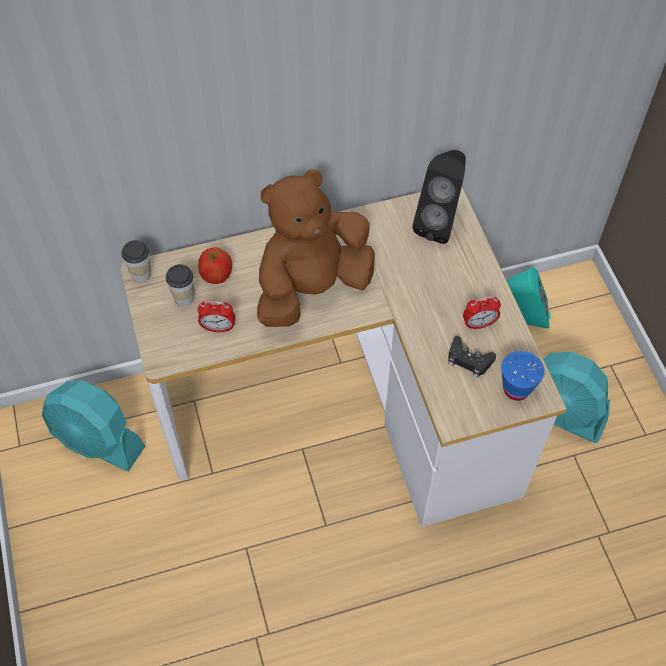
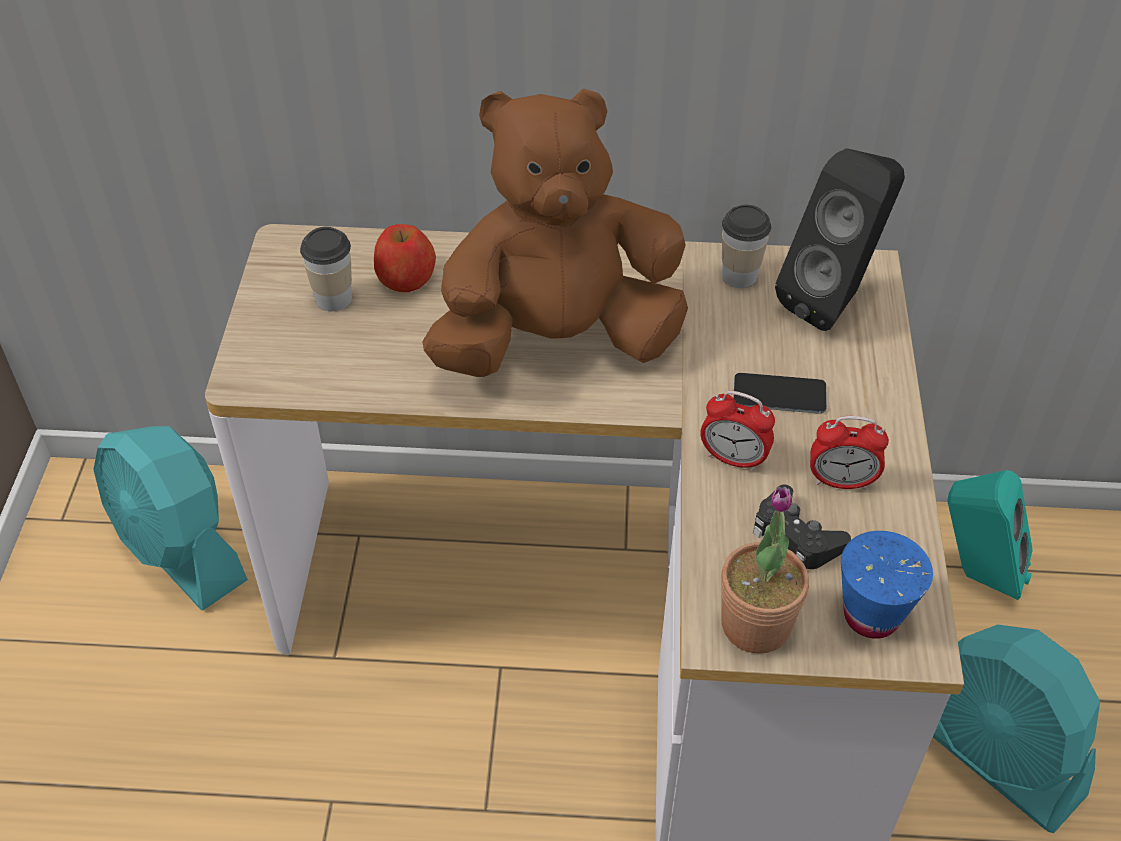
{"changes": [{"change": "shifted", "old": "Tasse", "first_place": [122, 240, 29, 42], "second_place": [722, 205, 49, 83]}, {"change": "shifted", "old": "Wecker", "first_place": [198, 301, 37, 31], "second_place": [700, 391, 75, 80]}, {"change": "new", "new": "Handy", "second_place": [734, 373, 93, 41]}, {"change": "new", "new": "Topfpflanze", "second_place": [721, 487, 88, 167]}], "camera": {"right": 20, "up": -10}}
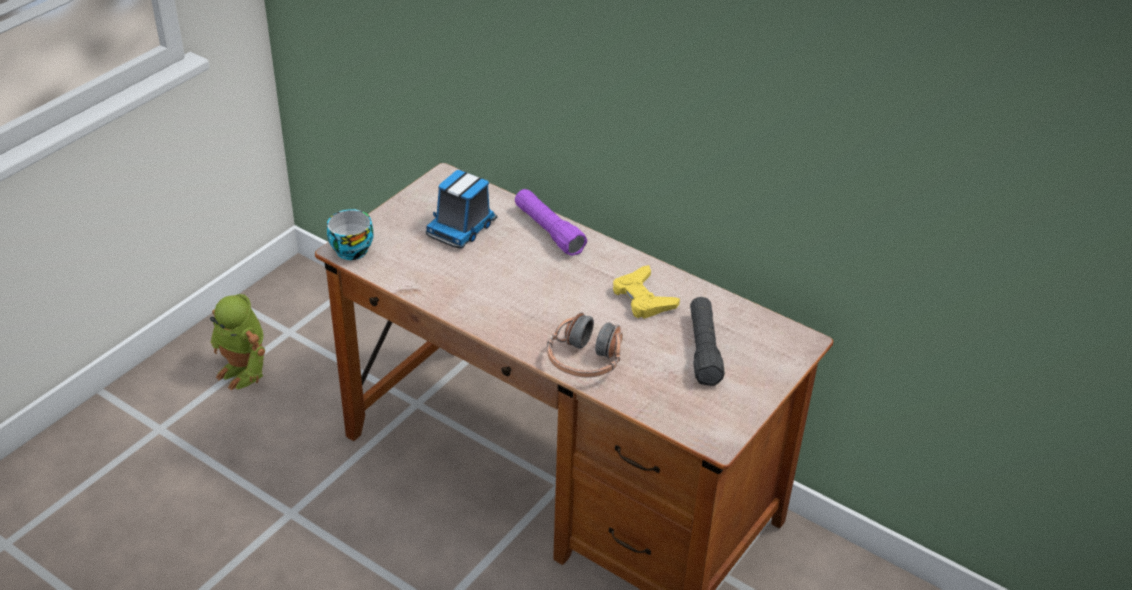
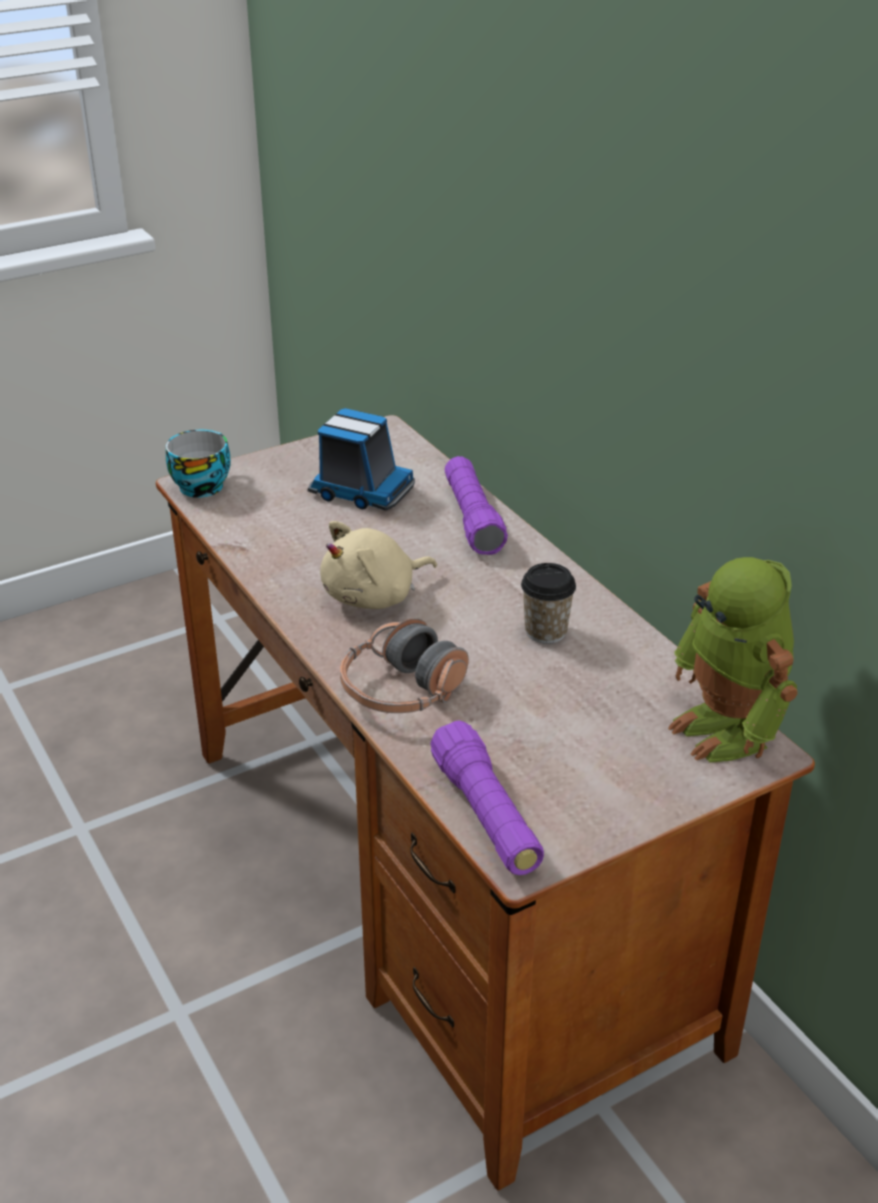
{"changes": [{"change": "rotated", "old": "Spielzeuglaster", "first_place": [426, 170, 71, 79], "second_place": [308, 408, 107, 102], "degrees": -120}, {"change": "swapped", "old": "Gamepad/gelb", "new": "Tasse", "first_place": [613, 265, 67, 54], "second_place": [521, 563, 55, 81]}, {"change": "shifted", "old": "Spielzeugroboter", "first_place": [210, 294, 55, 96], "second_place": [668, 557, 129, 205]}, {"change": "gone", "old": "Taschenlampe/schwarz", "first_place": [690, 297, 35, 89]}, {"change": "new", "new": "Plüschtier/beige", "second_place": [320, 521, 117, 88]}, {"change": "new", "new": "Taschenlampe/lila", "second_place": [430, 720, 114, 155]}], "camera": {"right": 25, "up": -5}}
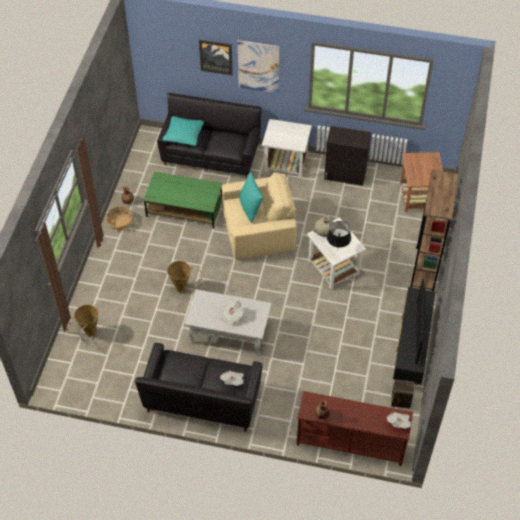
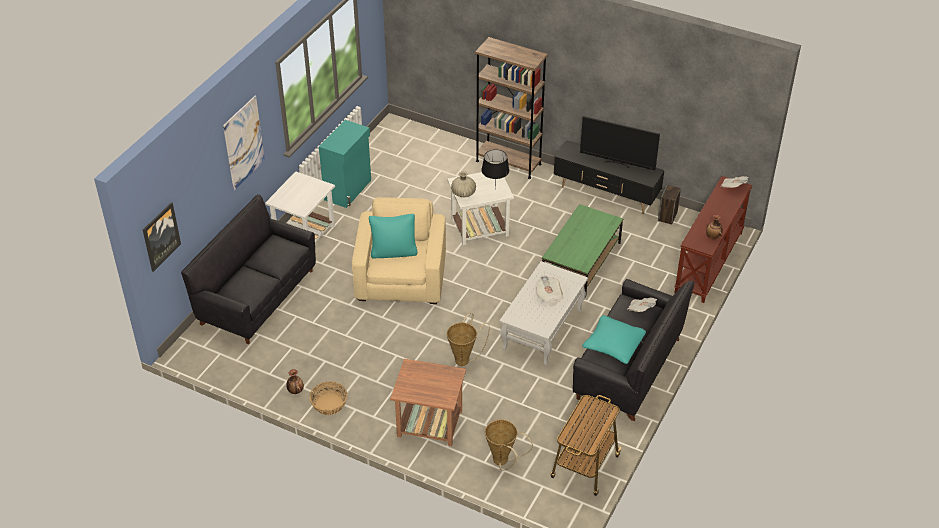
{"changes": [{"change": "shifted", "old": "Bild", "first_place": [199, 40, 34, 35], "second_place": [143, 202, 38, 70]}, {"change": "shifted", "old": "Kissen/türkis", "first_place": [163, 116, 41, 30], "second_place": [582, 315, 64, 49]}, {"change": "repainted", "old": "Schrank/schwarz", "new": "Schrank/türkis", "first_place": [324, 126, 47, 60], "second_place": [319, 120, 52, 88]}, {"change": "shifted", "old": "Beistelltisch/braun", "first_place": [400, 152, 43, 60], "second_place": [390, 359, 76, 87]}, {"change": "shifted", "old": "Couchtisch/grün", "first_place": [143, 172, 80, 57], "second_place": [542, 204, 81, 93]}, {"change": "new", "new": "Rollwagen", "second_place": [550, 395, 71, 101]}], "camera": {"right": -75, "up": -10}}
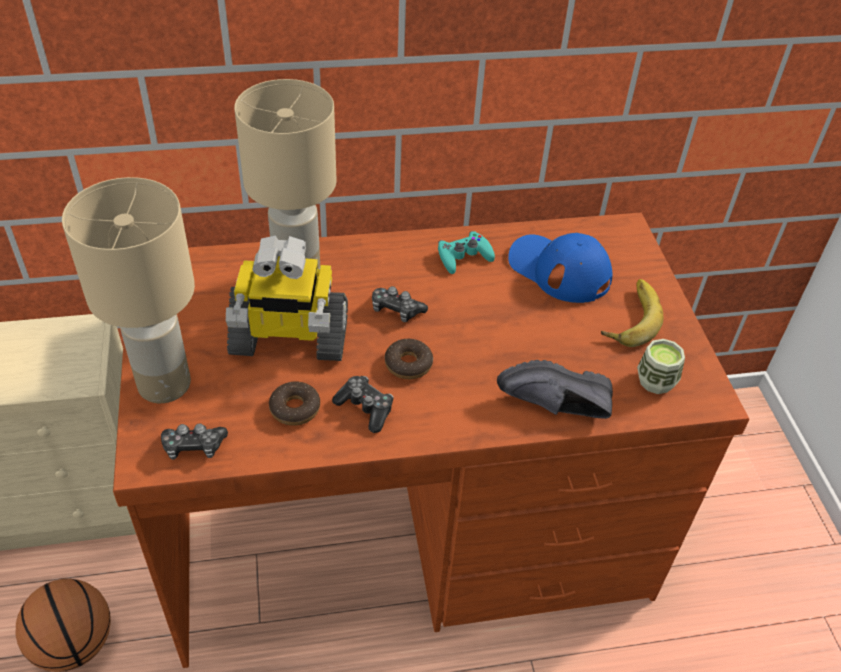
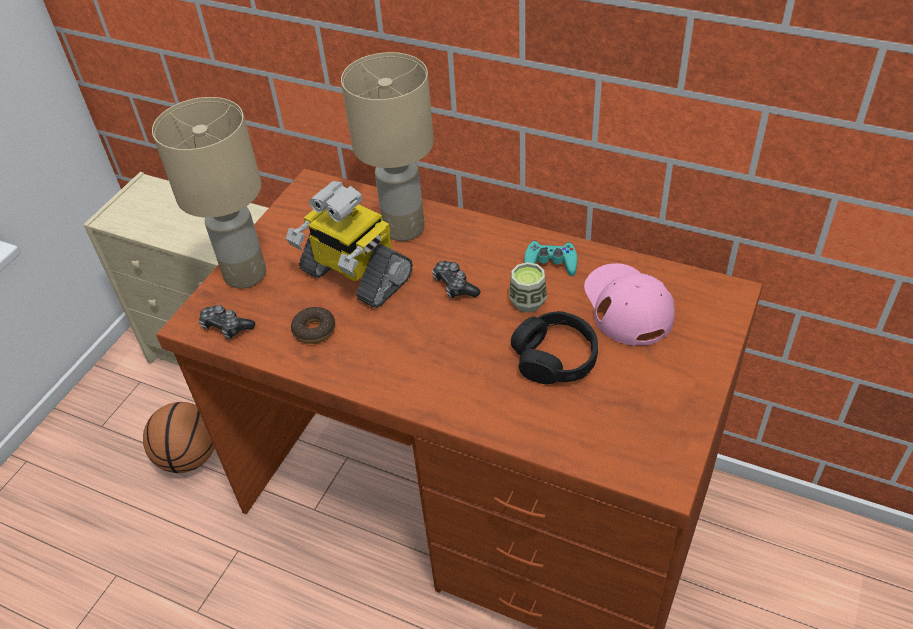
{"changes": [{"change": "repainted", "old": "Kappe/blau", "new": "Kappe/rosa", "first_place": [508, 233, 104, 70], "second_place": [584, 263, 91, 83]}, {"change": "gone", "old": "Banane", "first_place": [601, 279, 62, 68]}, {"change": "gone", "old": "Donut", "first_place": [385, 339, 48, 40]}, {"change": "shifted", "old": "Tasse", "first_place": [637, 339, 48, 55], "second_place": [509, 262, 38, 51]}, {"change": "gone", "old": "Schuh/schwarz", "first_place": [497, 360, 116, 59]}, {"change": "gone", "old": "Gamepad", "first_place": [332, 376, 62, 57]}, {"change": "new", "new": "Kopfhörer/schwarz", "second_place": [511, 311, 87, 73]}], "camera": {"right": 40, "up": 0}}
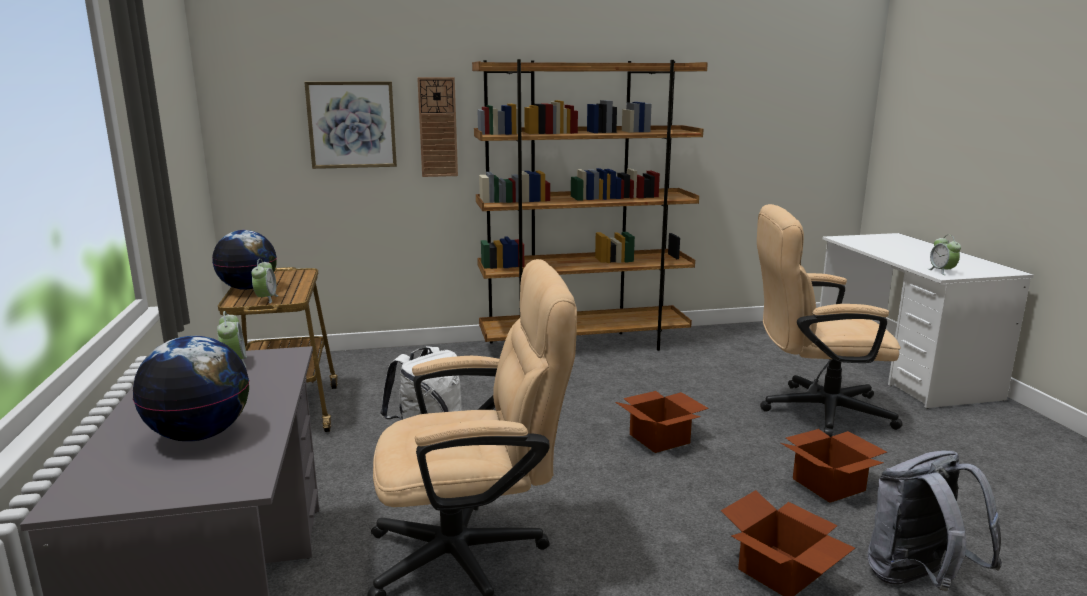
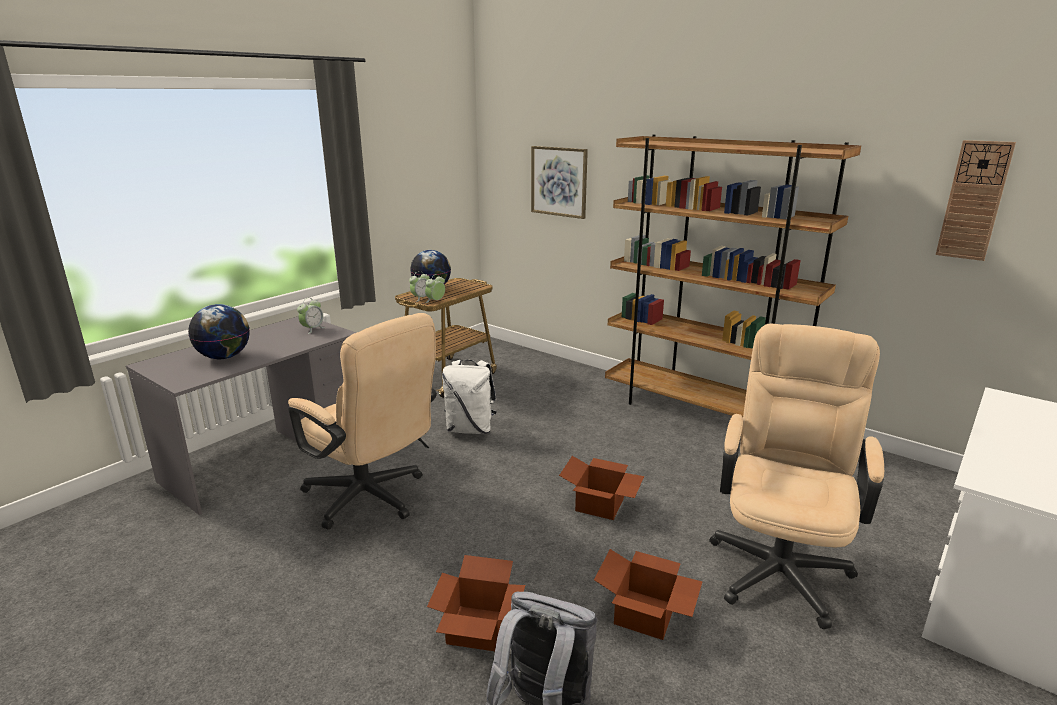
{"changes": [{"change": "shifted", "old": "Wanduhr", "first_place": [417, 77, 41, 100], "second_place": [936, 140, 80, 121]}, {"change": "rotated", "old": "Bürostuhl/beige", "first_place": [757, 204, 146, 233], "second_place": [709, 324, 175, 305], "degrees": 60}, {"change": "shifted", "old": "Wecker", "first_place": [928, 235, 33, 40], "second_place": [425, 274, 20, 29]}], "camera": {"right": 50, "up": 5}}
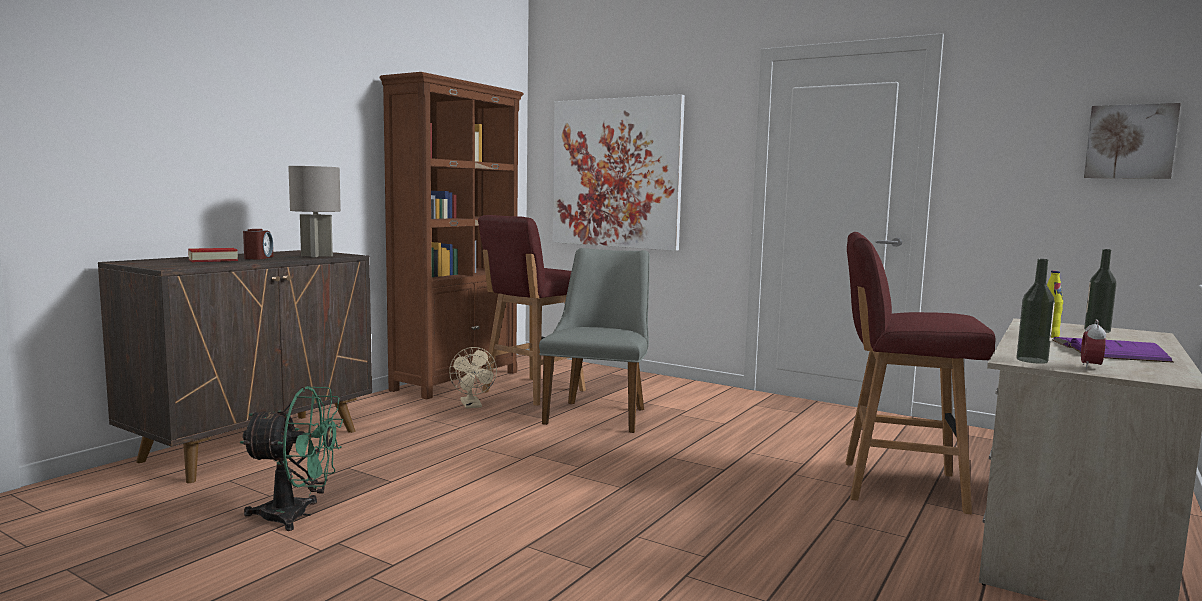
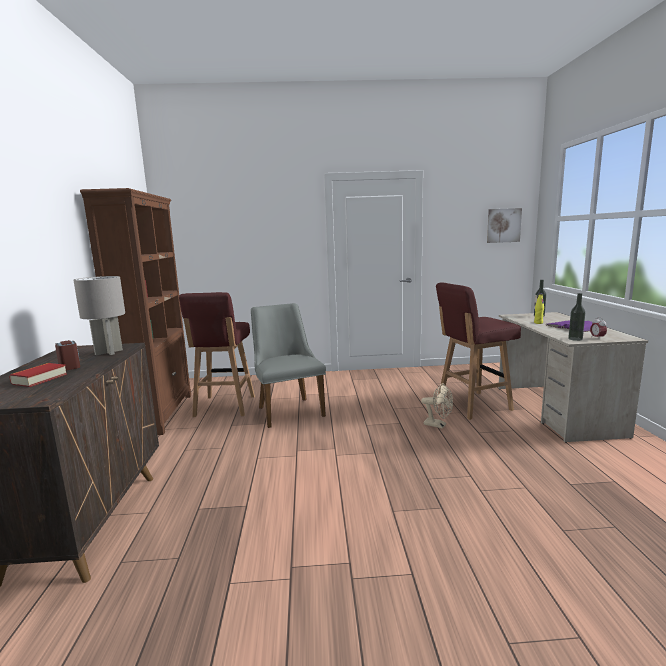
{"changes": [{"change": "gone", "old": "Bild", "first_place": [553, 94, 132, 157]}, {"change": "shifted", "old": "Ventilator/beige", "first_place": [449, 347, 48, 62], "second_place": [421, 384, 32, 45]}, {"change": "gone", "old": "Ventilator/grün", "first_place": [240, 386, 103, 145]}], "camera": {"right": -35, "up": 5}}
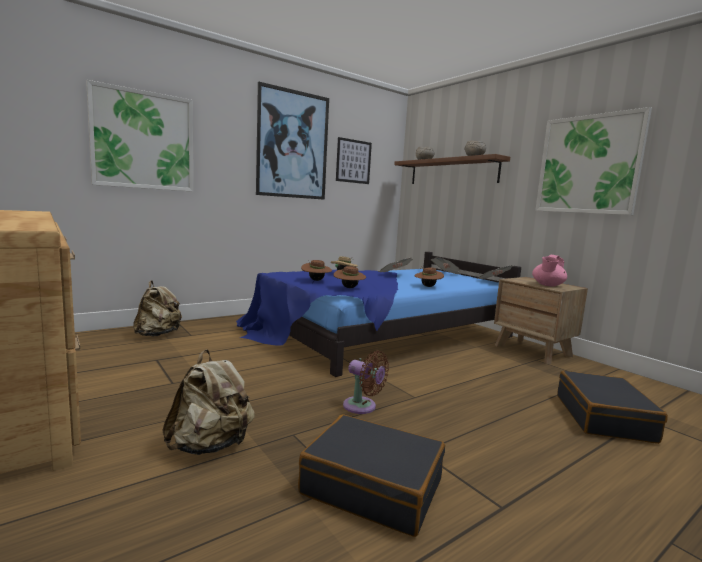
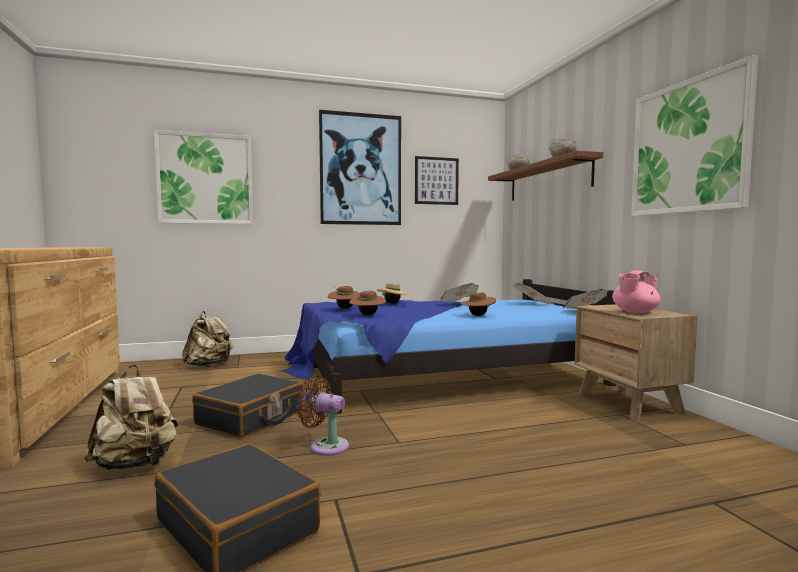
{"changes": [{"change": "rotated", "old": "Ventilator/braun", "first_place": [343, 350, 46, 64], "second_place": [296, 375, 53, 81], "degrees": 150}, {"change": "shifted", "old": "Koffer/schwarz", "first_place": [557, 371, 111, 73], "second_place": [192, 374, 112, 64]}], "camera": {"right": 20, "up": -5}}
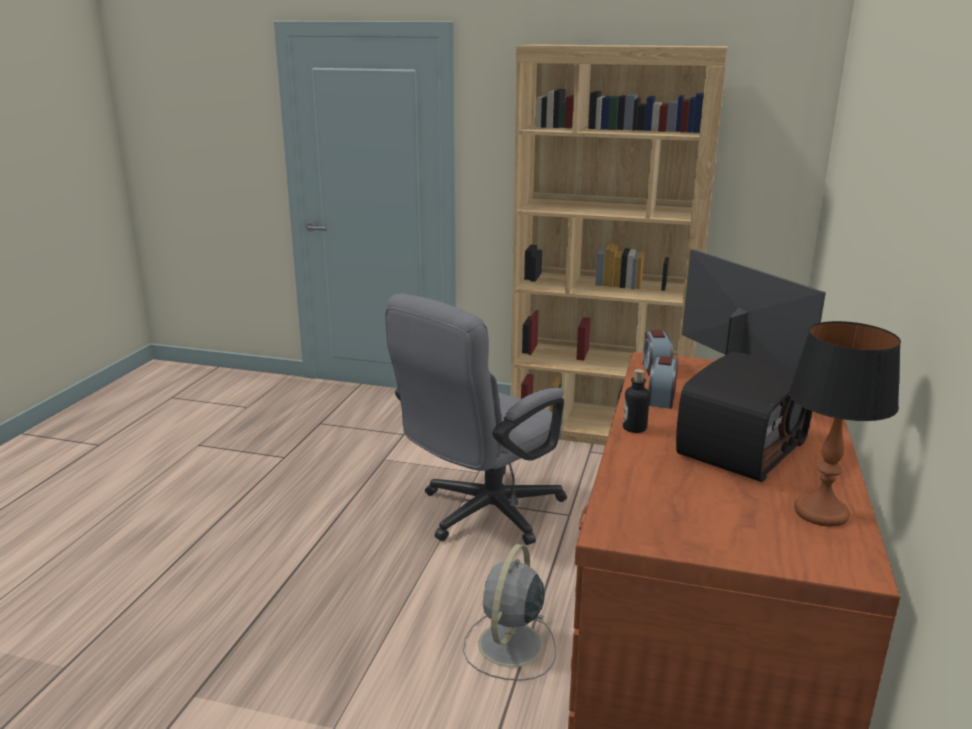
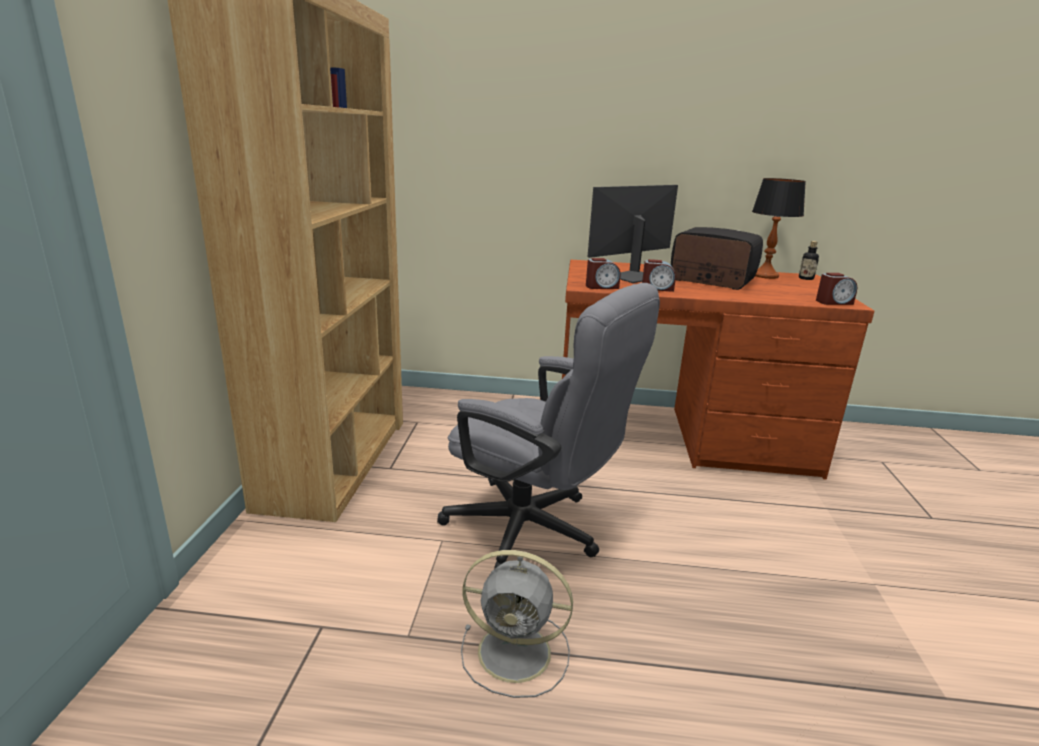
{"changes": [{"change": "shifted", "old": "Flasche", "first_place": [623, 369, 27, 64], "second_place": [799, 241, 20, 39]}, {"change": "shifted", "old": "Ventilator/grau", "first_place": [463, 544, 93, 137], "second_place": [461, 550, 112, 148]}, {"change": "new", "new": "Wecker", "second_place": [816, 273, 41, 32]}], "camera": {"right": -100, "up": 0}}
